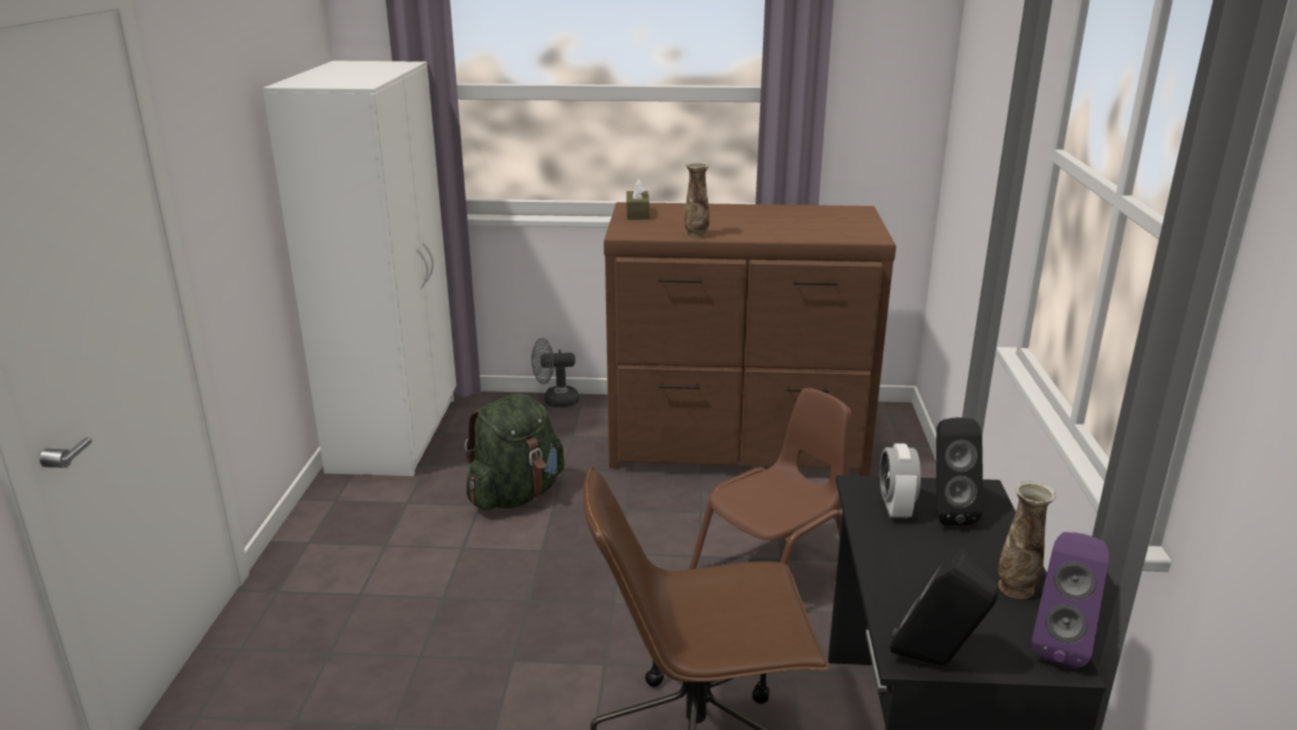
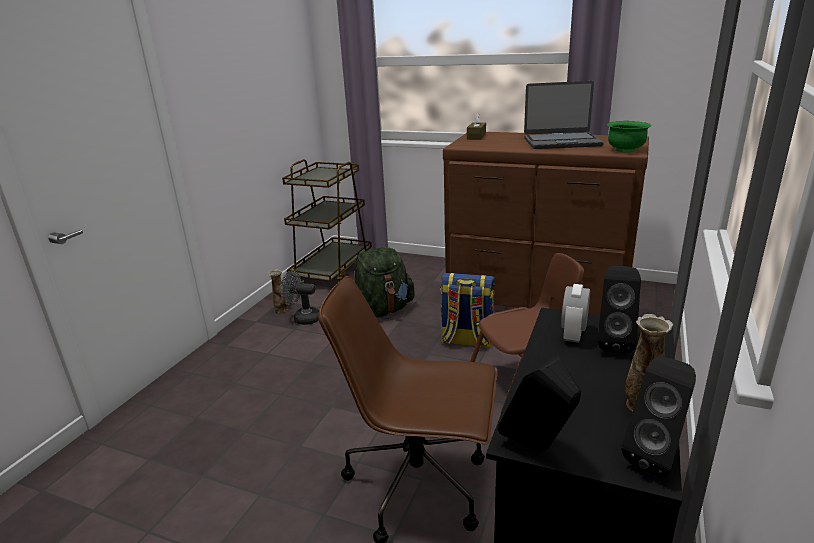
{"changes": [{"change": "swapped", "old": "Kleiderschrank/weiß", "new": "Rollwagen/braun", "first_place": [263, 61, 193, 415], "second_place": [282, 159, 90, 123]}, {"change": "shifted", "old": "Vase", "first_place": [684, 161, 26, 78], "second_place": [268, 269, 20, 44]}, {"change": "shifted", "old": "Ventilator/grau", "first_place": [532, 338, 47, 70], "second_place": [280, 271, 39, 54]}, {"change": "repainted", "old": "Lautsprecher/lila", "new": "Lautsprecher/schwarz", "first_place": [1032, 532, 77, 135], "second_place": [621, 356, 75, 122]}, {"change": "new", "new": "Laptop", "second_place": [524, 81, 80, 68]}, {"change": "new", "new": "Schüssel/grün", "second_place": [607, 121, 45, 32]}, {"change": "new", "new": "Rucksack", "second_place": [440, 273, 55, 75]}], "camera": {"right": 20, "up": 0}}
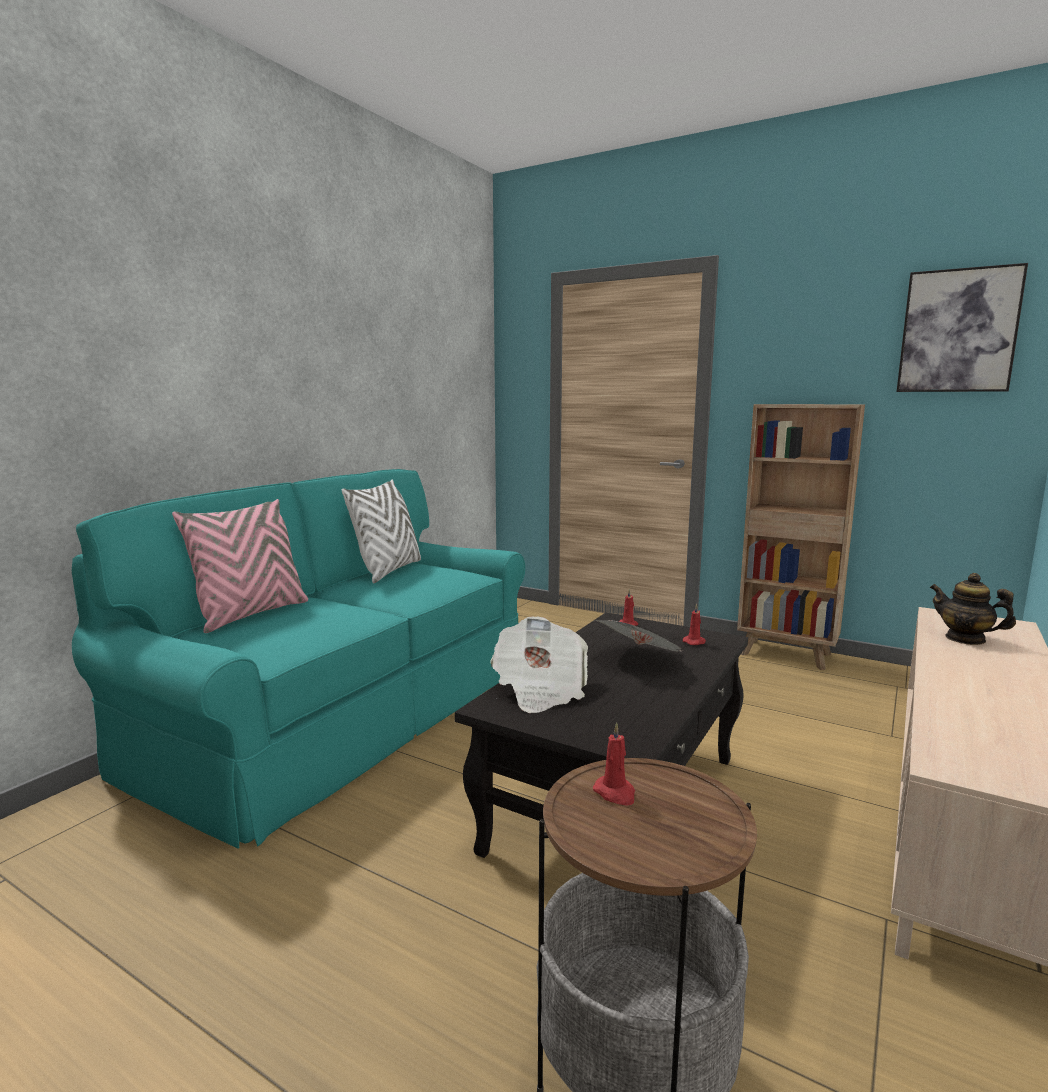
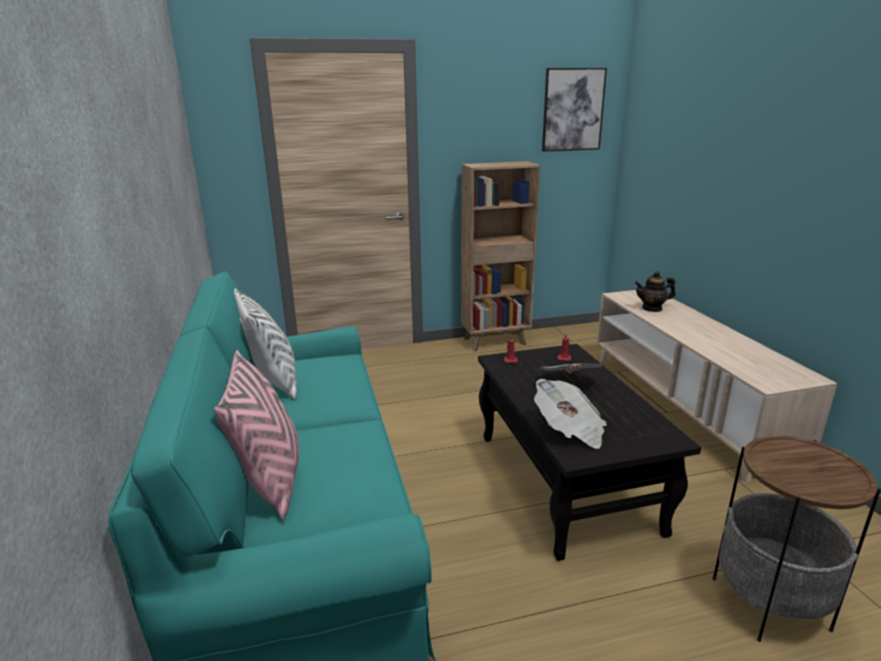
{"changes": [{"change": "gone", "old": "Kerze/rot", "first_place": [593, 722, 42, 84]}], "camera": {"right": -45, "up": 10}}
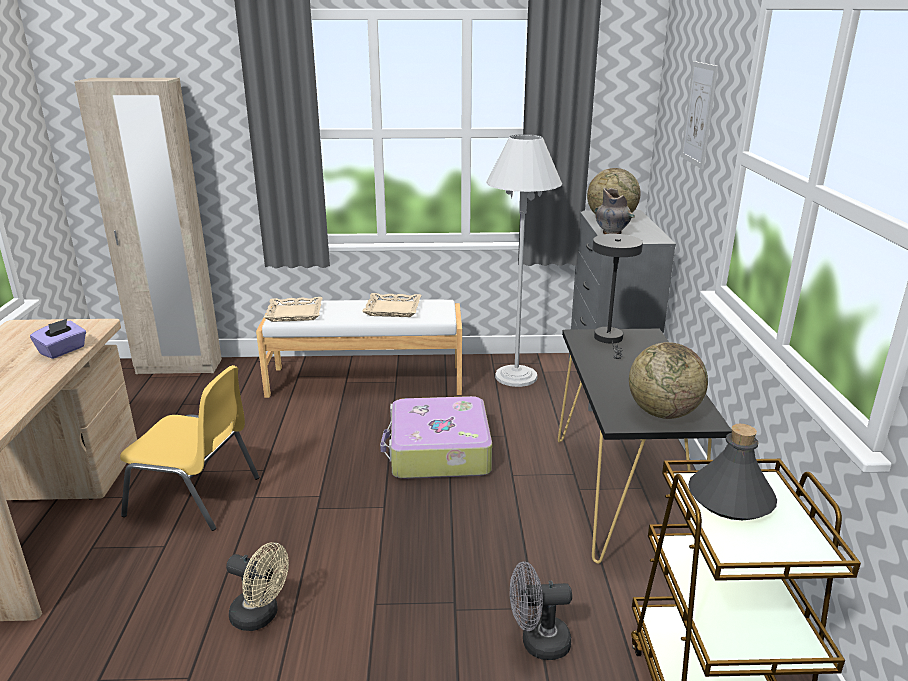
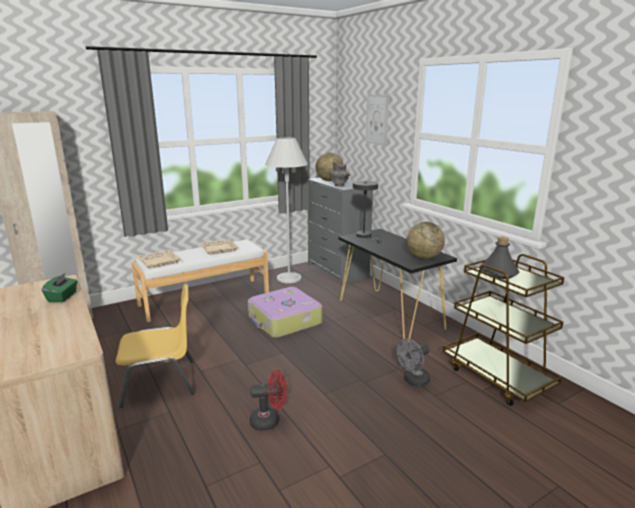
{"changes": [{"change": "repainted", "old": "Taschentuchbox/lila", "new": "Taschentuchbox/grün", "first_place": [30, 319, 56, 40], "second_place": [42, 273, 36, 29]}, {"change": "repainted", "old": "Ventilator/beige", "new": "Ventilator/rot", "first_place": [226, 542, 63, 89], "second_place": [250, 370, 37, 61]}], "camera": {"right": -30, "up": -5}}
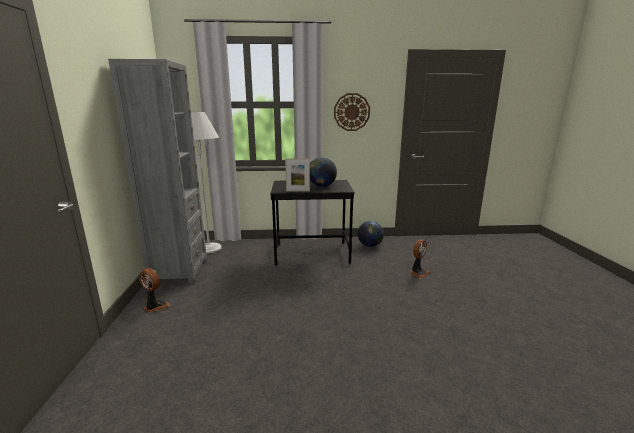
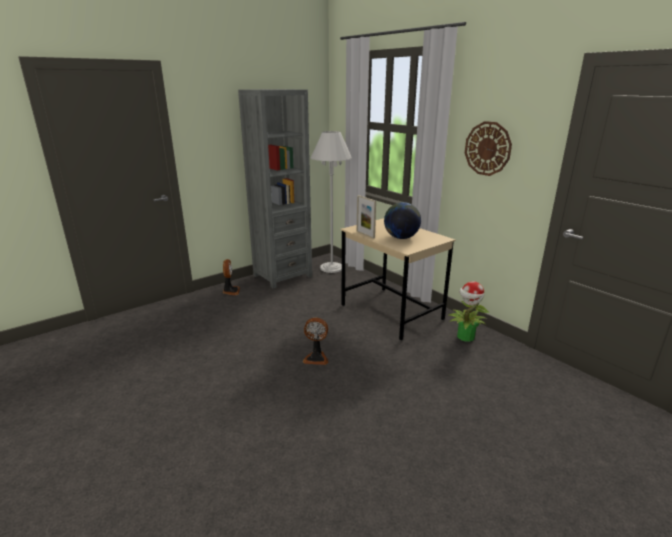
{"changes": [{"change": "repainted", "old": "Schreibtisch/schwarz", "new": "Schreibtisch/beige", "first_place": [270, 180, 85, 85], "second_place": [340, 218, 116, 122]}, {"change": "swapped", "old": "Globus", "new": "Topfpflanze", "first_place": [358, 221, 26, 26], "second_place": [449, 281, 40, 61]}, {"change": "shifted", "old": "Ventilator", "first_place": [409, 239, 21, 40], "second_place": [303, 317, 25, 48]}], "camera": {"right": 55, "up": 5}}
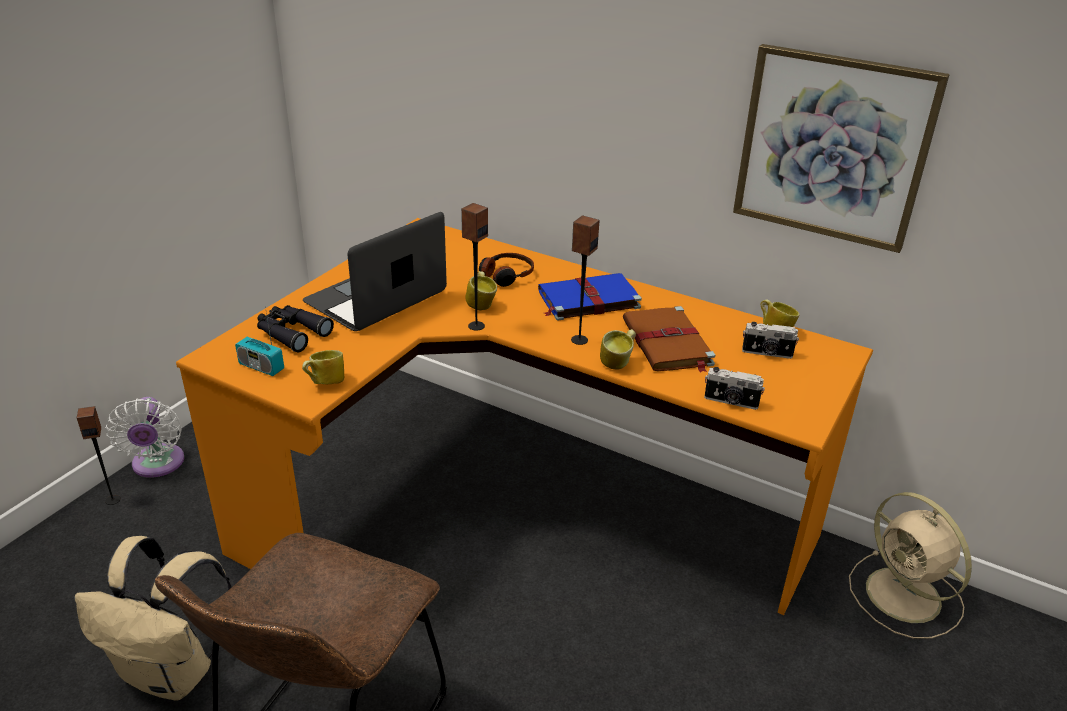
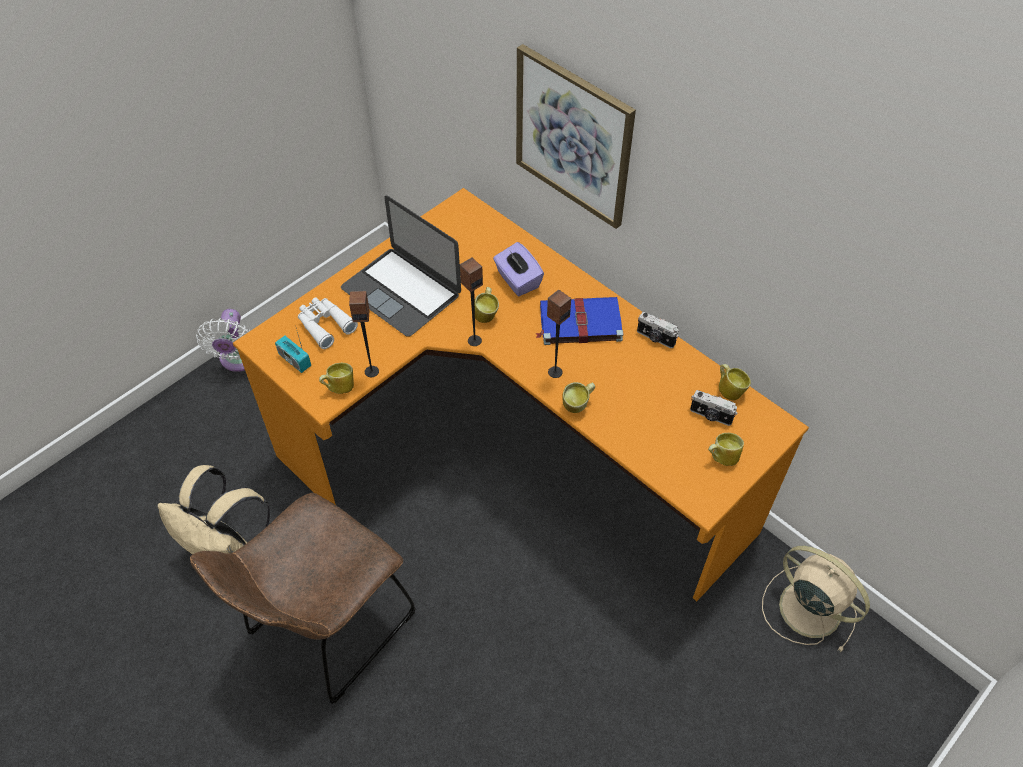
{"changes": [{"change": "shifted", "old": "Bild", "first_place": [733, 44, 216, 209], "second_place": [516, 44, 120, 185]}, {"change": "rotated", "old": "Laptop", "first_place": [303, 212, 144, 119], "second_place": [341, 195, 120, 142], "degrees": -105}, {"change": "swapped", "old": "Kopfhörer", "new": "Taschentuchbox/lila", "first_place": [479, 253, 55, 34], "second_place": [493, 242, 51, 54]}, {"change": "repainted", "old": "Fernglas/schwarz", "new": "Fernglas/weiß", "first_place": [257, 305, 77, 47], "second_place": [298, 297, 60, 52]}, {"change": "gone", "old": "Buch/braun", "first_place": [623, 306, 92, 67]}, {"change": "shifted", "old": "Kamera", "first_place": [704, 367, 61, 43], "second_place": [637, 312, 42, 36]}, {"change": "shifted", "old": "Lautsprecher", "first_place": [77, 406, 44, 99], "second_place": [349, 291, 30, 86]}, {"change": "rotated", "old": "Ventilator/beige", "first_place": [849, 492, 123, 147], "second_place": [762, 546, 108, 106], "degrees": 150}, {"change": "new", "new": "Henkelbecher", "second_place": [708, 433, 36, 33]}], "camera": {"right": 15, "up": 20}}
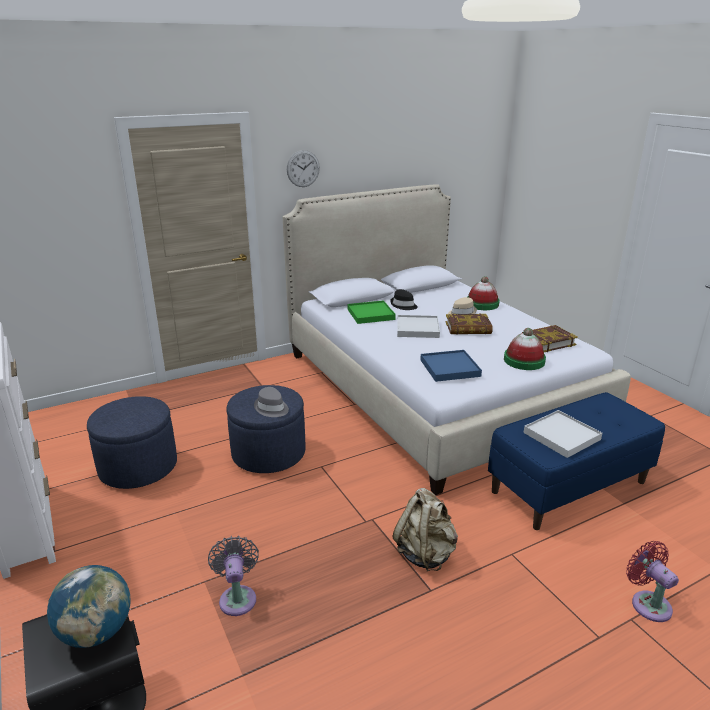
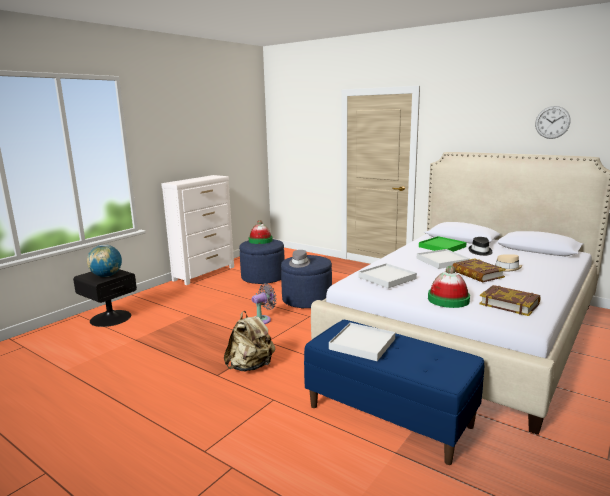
{"changes": [{"change": "shifted", "old": "Wanduhr", "first_place": [287, 150, 33, 37], "second_place": [535, 106, 36, 33]}, {"change": "shifted", "old": "Hut", "first_place": [467, 276, 33, 34], "second_place": [249, 220, 24, 24]}, {"change": "repainted", "old": "Tablett/blau", "new": "Tablett/weiß", "first_place": [420, 350, 62, 32], "second_place": [358, 263, 59, 25]}, {"change": "shifted", "old": "Ventilator/grau", "first_place": [208, 536, 51, 80], "second_place": [252, 283, 25, 41]}, {"change": "gone", "old": "Ventilator/rot", "first_place": [626, 541, 53, 81]}], "camera": {"right": 65, "up": -10}}
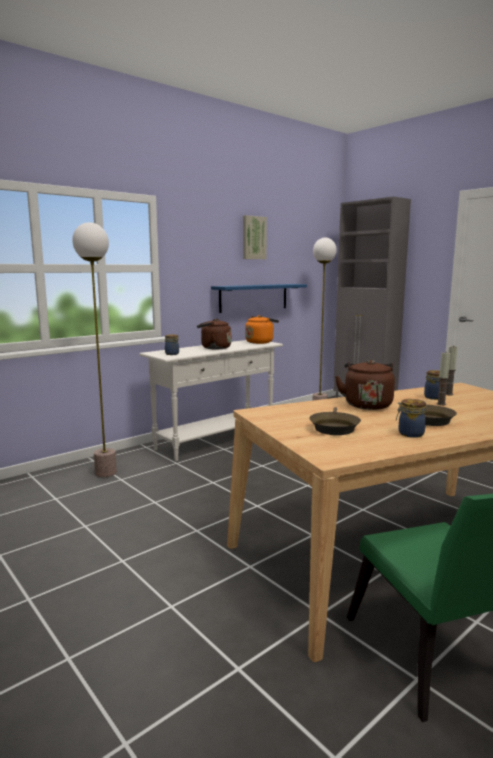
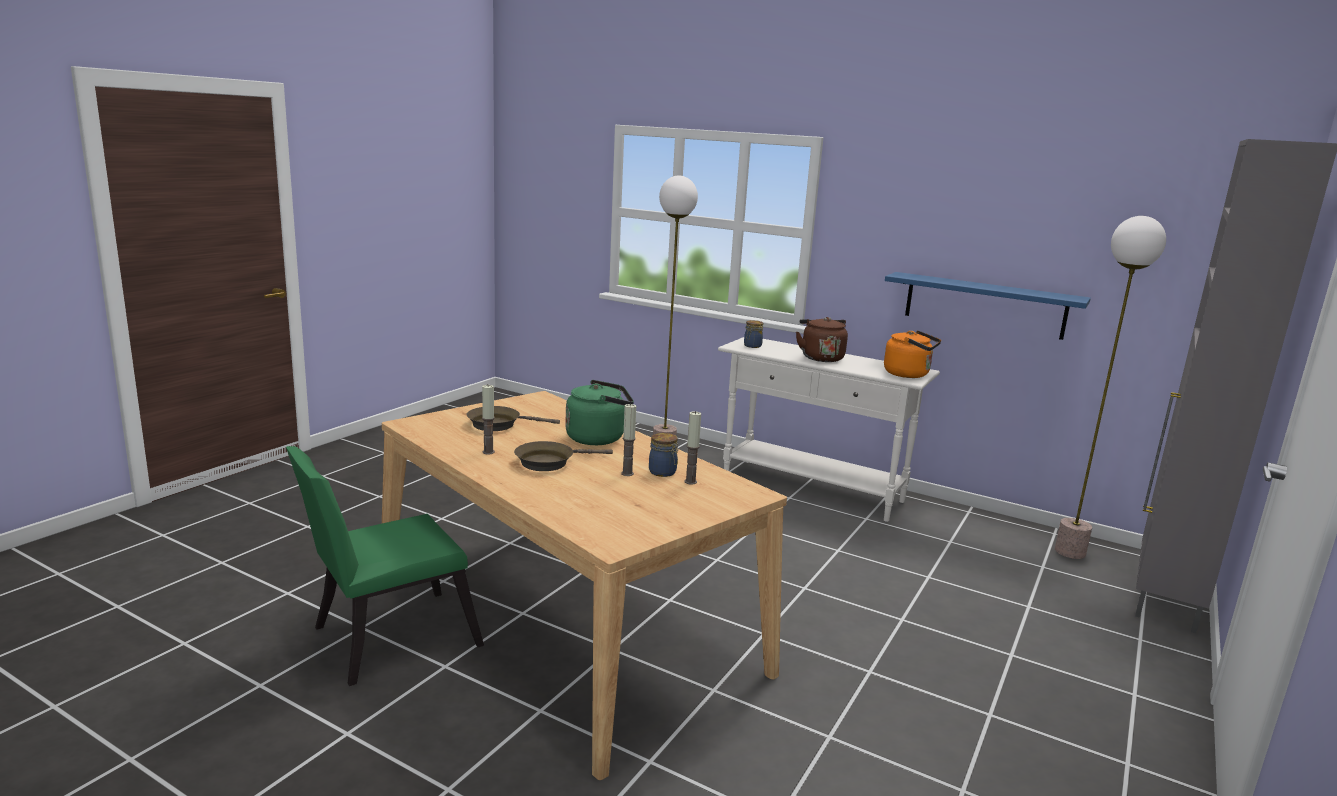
{"changes": [{"change": "gone", "old": "Bild", "first_place": [243, 215, 24, 44]}, {"change": "repainted", "old": "Wasserkessel/braun", "new": "Wasserkessel/grün", "first_place": [335, 360, 60, 50], "second_place": [565, 380, 69, 65]}, {"change": "swapped", "old": "Vorratsglas", "new": "Kerze", "first_place": [396, 399, 30, 39], "second_place": [482, 384, 13, 70]}], "camera": {"right": 70, "up": 5}}
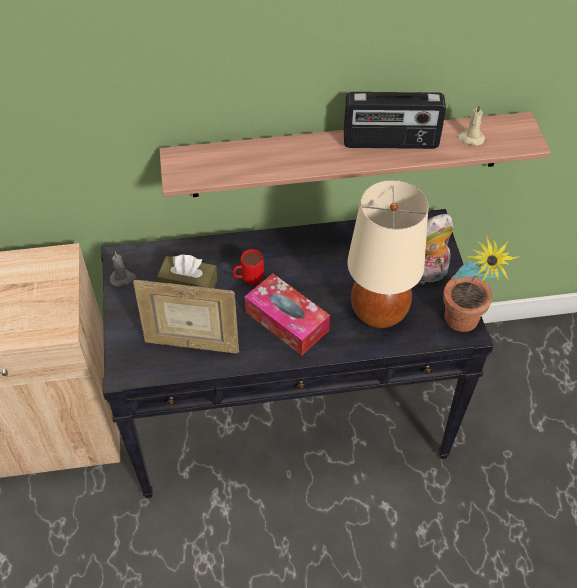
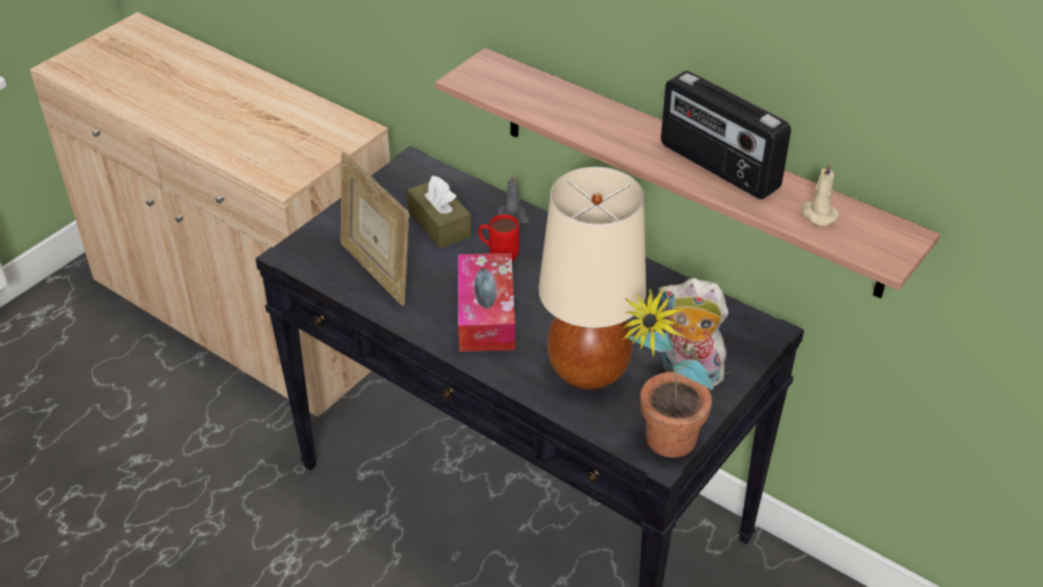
{"changes": [{"change": "shifted", "old": "Kerze/grau", "first_place": [110, 252, 26, 35], "second_place": [498, 173, 32, 51]}], "camera": {"right": 45, "up": -10}}
